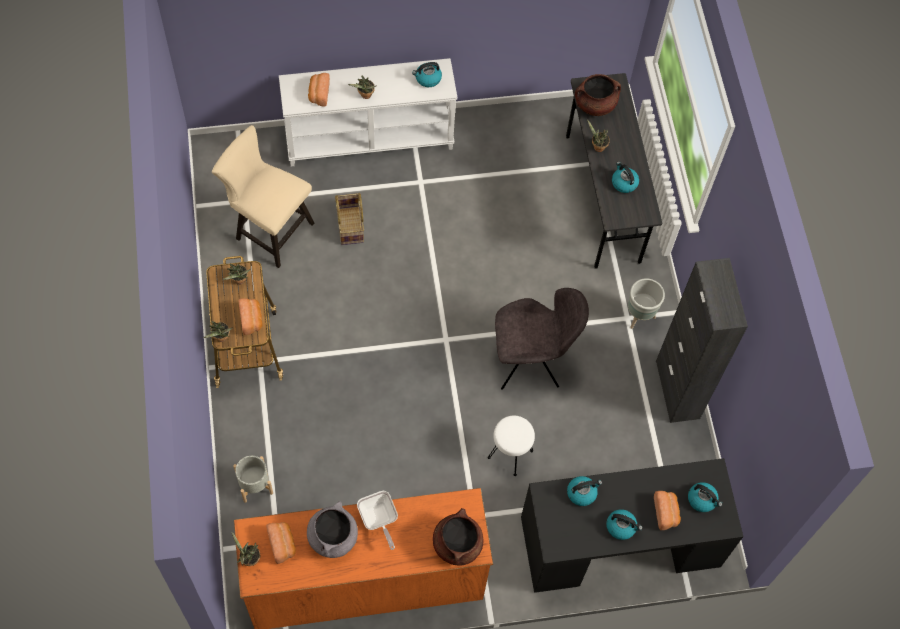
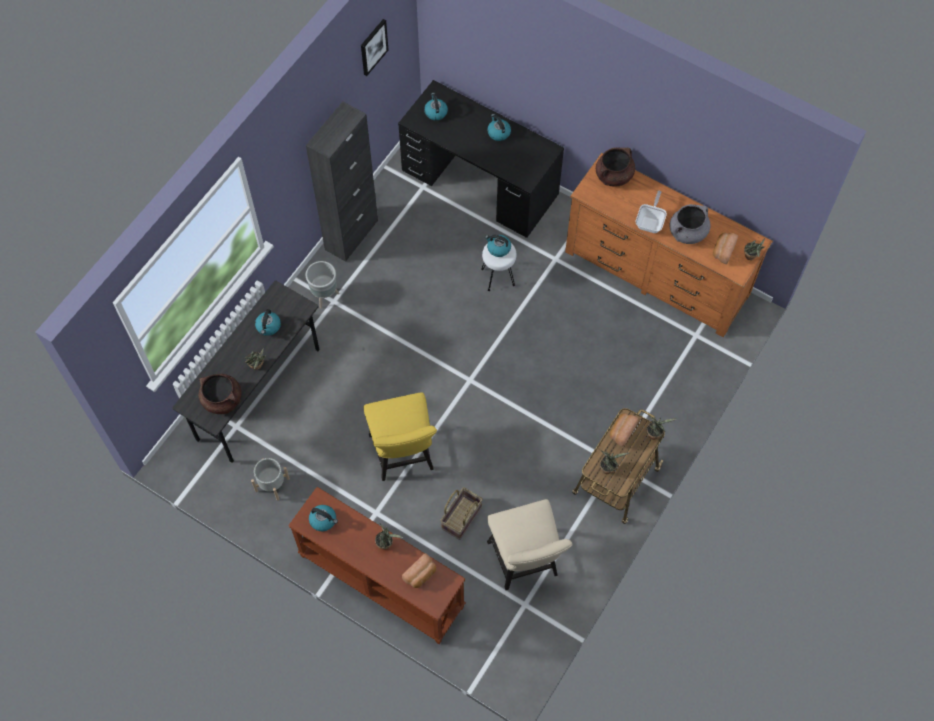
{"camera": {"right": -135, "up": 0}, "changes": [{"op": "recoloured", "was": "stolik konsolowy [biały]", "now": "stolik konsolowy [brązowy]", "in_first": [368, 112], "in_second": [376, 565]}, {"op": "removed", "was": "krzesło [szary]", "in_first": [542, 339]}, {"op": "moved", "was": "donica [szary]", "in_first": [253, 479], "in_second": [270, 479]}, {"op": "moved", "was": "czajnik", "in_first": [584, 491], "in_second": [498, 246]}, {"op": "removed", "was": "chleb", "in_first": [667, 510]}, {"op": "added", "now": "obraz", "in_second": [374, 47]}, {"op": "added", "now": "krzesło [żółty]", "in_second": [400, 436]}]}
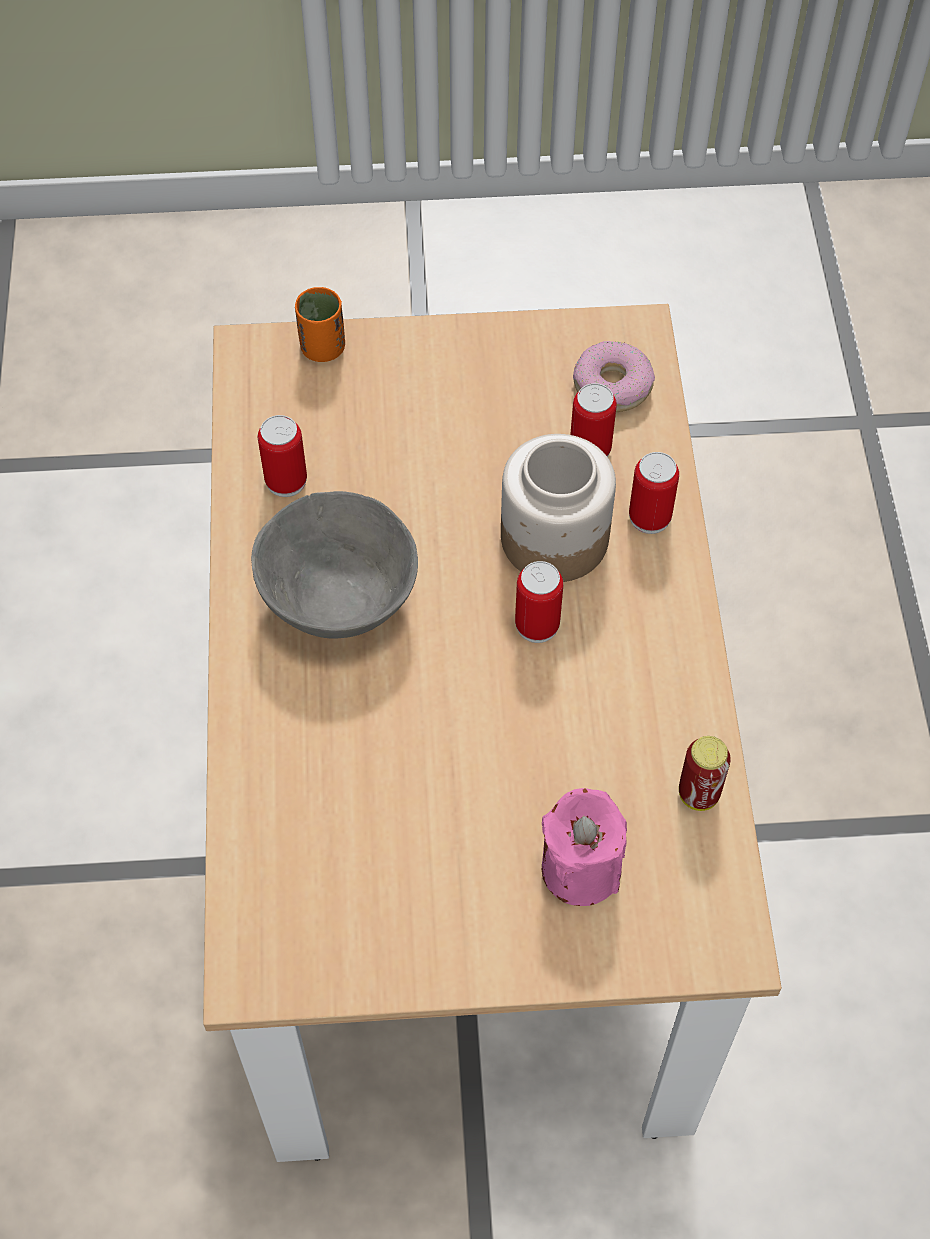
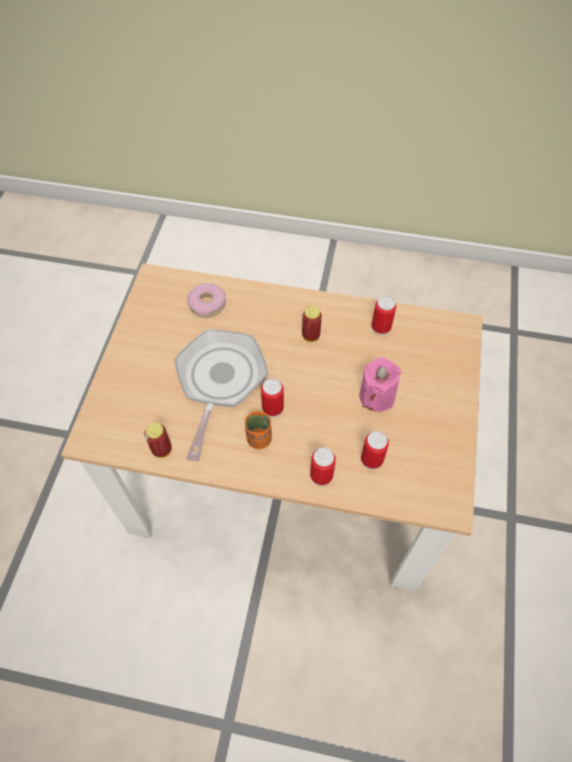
{"camera": {"right": 105, "up": 0}, "changes": [{"op": "moved", "was": "filiżanka [pomarańczowy]", "in_first": [320, 324], "in_second": [258, 430]}, {"op": "moved", "was": "donut", "in_first": [614, 376], "in_second": [206, 300]}, {"op": "removed", "was": "słoik", "in_first": [558, 508]}, {"op": "replaced", "was": "miska [szary]", "now": "puszka", "in_first": [334, 564], "in_second": [312, 324]}, {"op": "moved", "was": "świeca [różowy]", "in_first": [584, 847], "in_second": [380, 384]}, {"op": "added", "now": "patelnia", "in_second": [221, 395]}]}
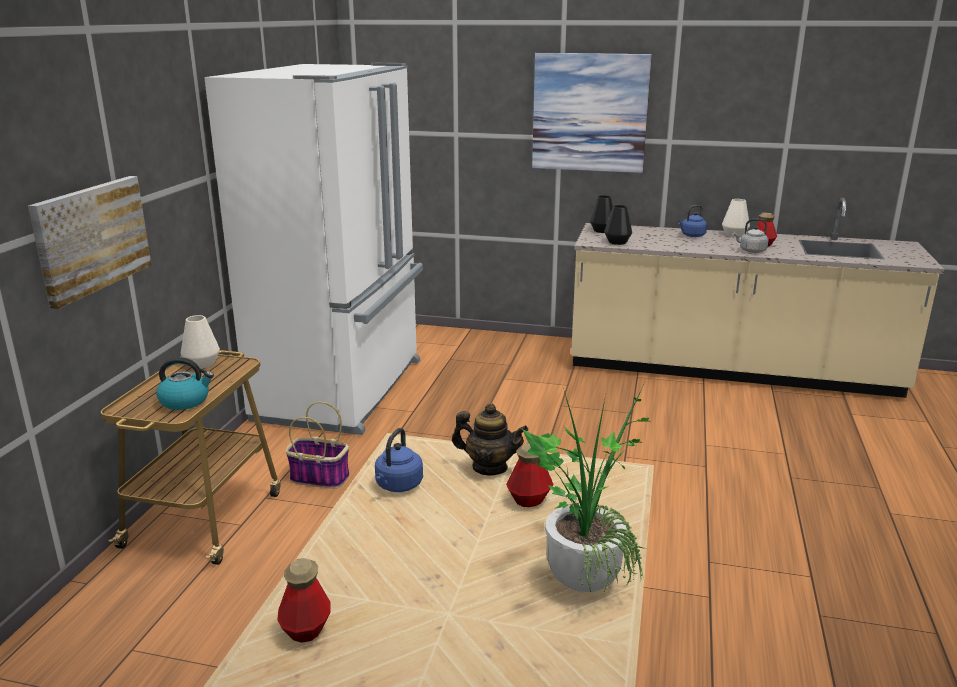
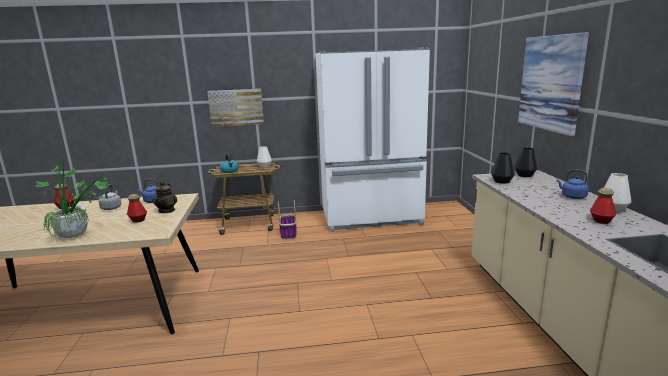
{"camera": {"right": 70, "up": -5}, "changes": [{"op": "moved", "was": "czajnik [szary]", "in_first": [751, 236], "in_second": [110, 197]}]}
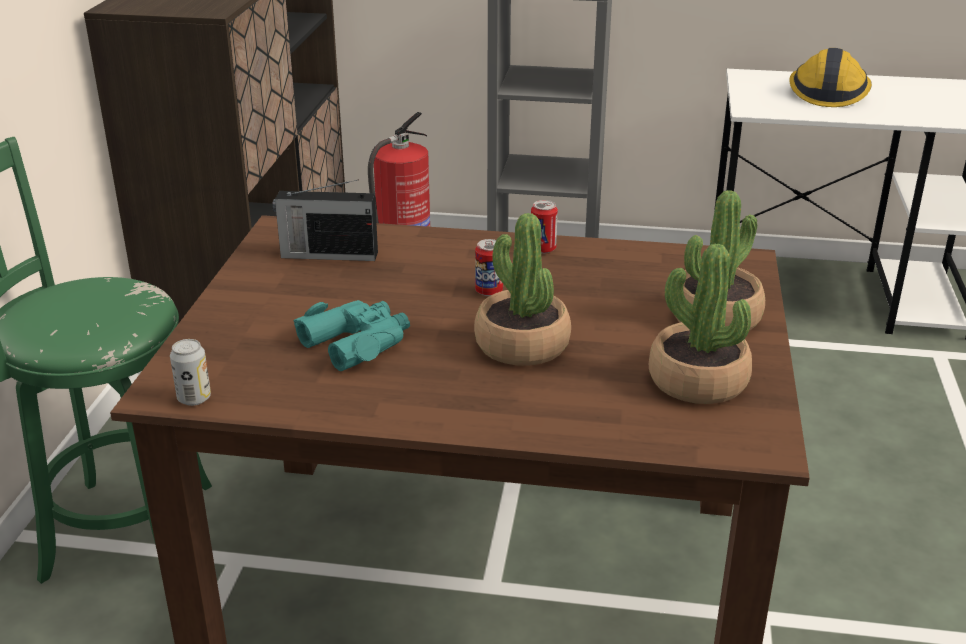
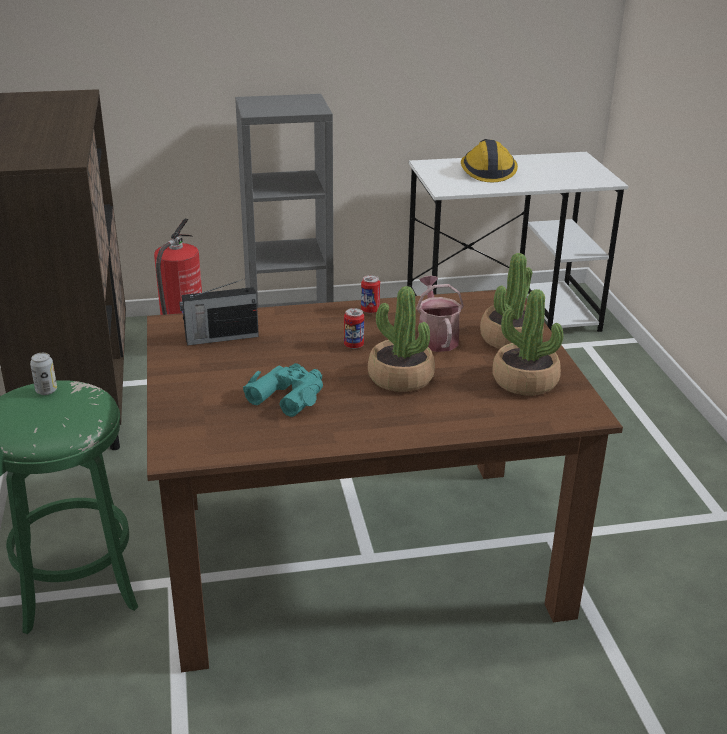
{"camera": {"right": -20, "up": 0}, "changes": [{"op": "moved", "was": "puszka", "in_first": [190, 372], "in_second": [43, 374]}, {"op": "added", "now": "konewka", "in_second": [440, 314]}]}
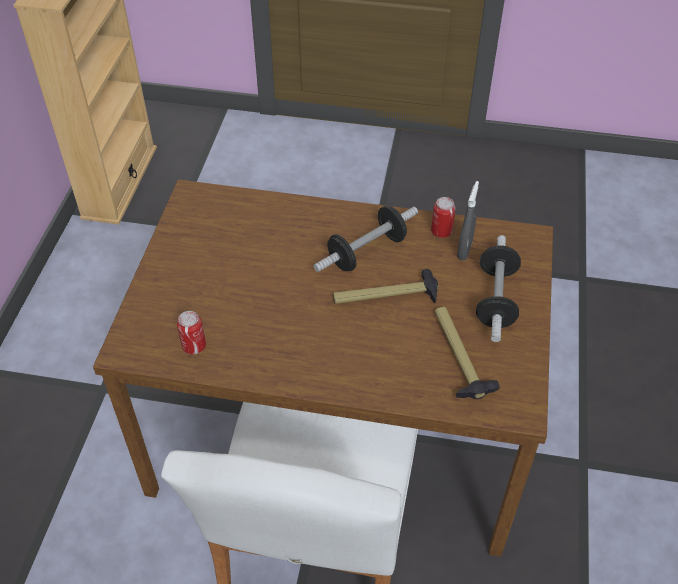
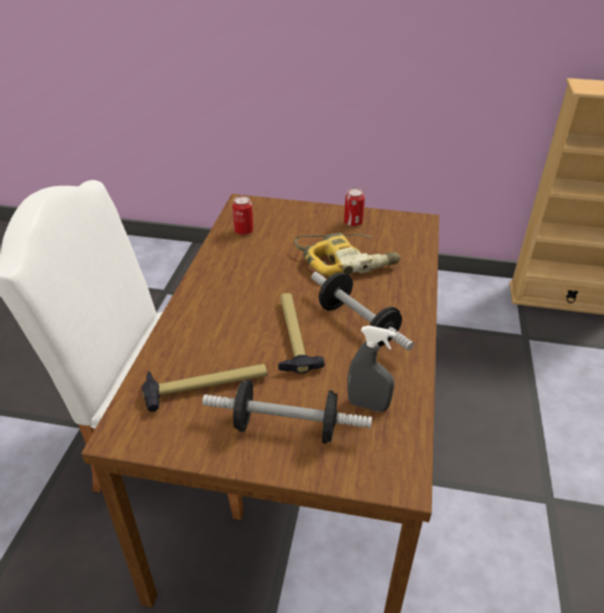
{"camera": {"right": 90, "up": -10}, "changes": [{"op": "moved", "was": "puszka", "in_first": [443, 217], "in_second": [354, 207]}, {"op": "added", "now": "wiertarka", "in_second": [347, 254]}]}
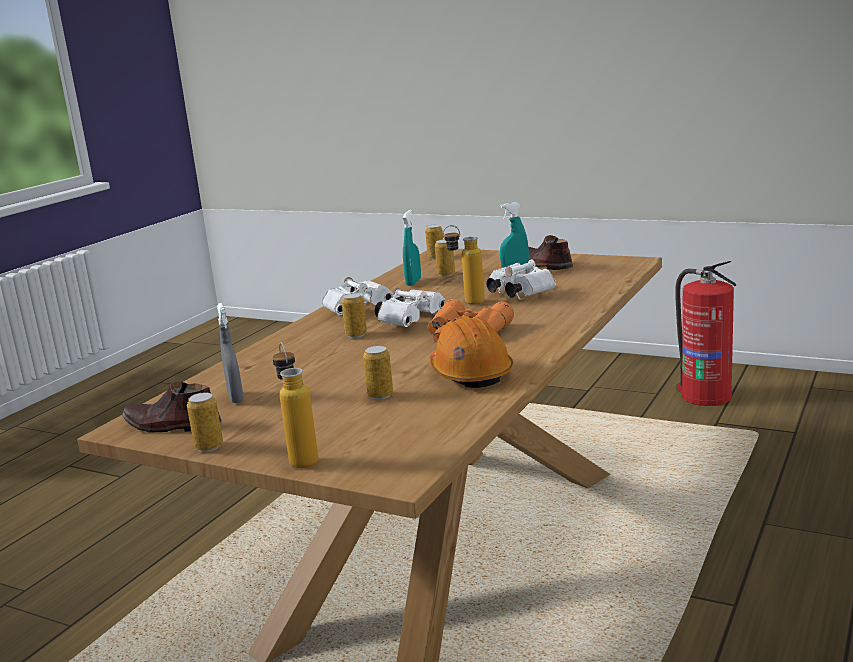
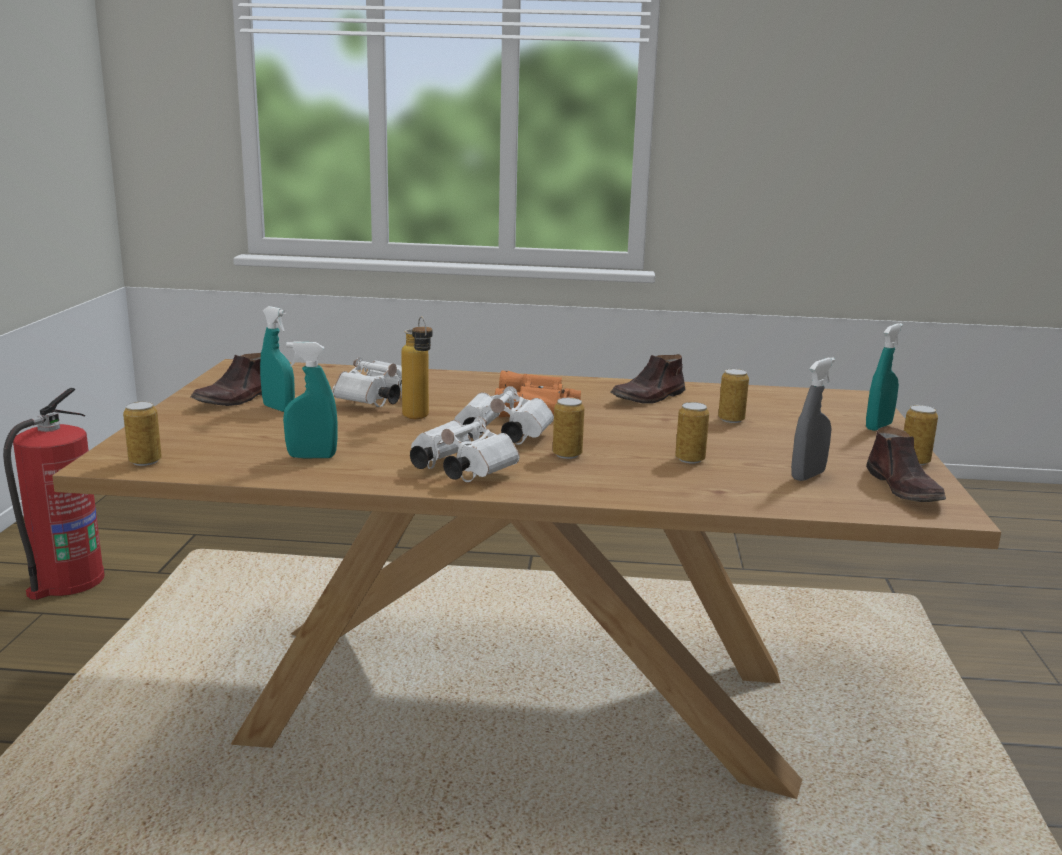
{"camera": {"right": -115, "up": 0}, "changes": [{"op": "moved", "was": "puszka", "in_first": [445, 258], "in_second": [692, 433]}, {"op": "replaced", "was": "kask [pomarańczowy]", "now": "but [brązowy]", "in_first": [471, 352], "in_second": [648, 379]}, {"op": "replaced", "was": "butelka", "now": "spryskiwacz [turkusowy]", "in_first": [295, 405], "in_second": [884, 377]}]}
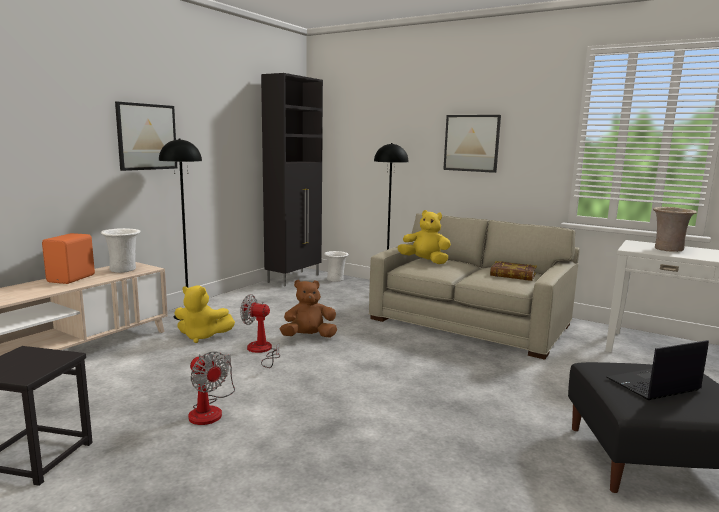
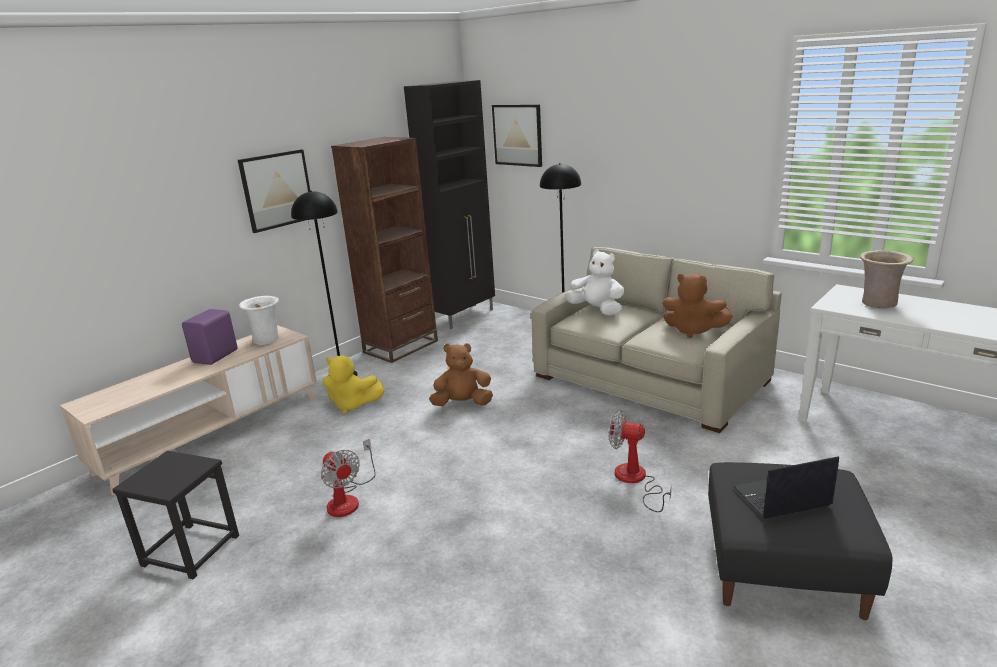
{"camera": {"right": 10, "up": 10}, "changes": [{"op": "moved", "was": "obraz", "in_first": [472, 144], "in_second": [517, 135]}, {"op": "recoloured", "was": "pluszak [żółty]", "now": "pluszak [biały]", "in_first": [424, 237], "in_second": [594, 282]}, {"op": "recoloured", "was": "głośnik [pomarańczowy]", "now": "głośnik [fioletowy]", "in_first": [68, 258], "in_second": [210, 337]}, {"op": "removed", "was": "wazon [biały]", "in_first": [336, 266]}, {"op": "replaced", "was": "książka", "now": "pluszak [brązowy]", "in_first": [513, 271], "in_second": [697, 305]}, {"op": "moved", "was": "wentylator", "in_first": [260, 331], "in_second": [640, 461]}, {"op": "added", "now": "regał [brązowy]", "in_second": [384, 250]}]}
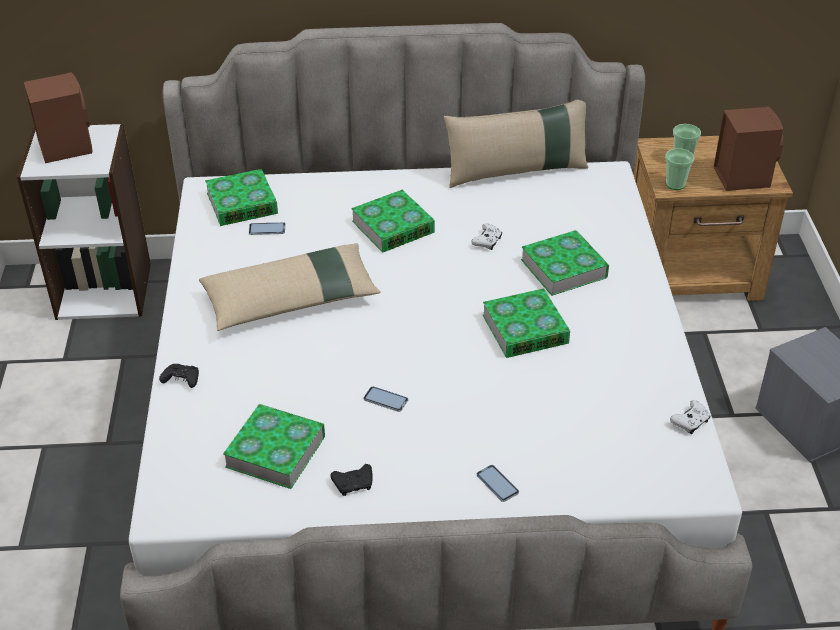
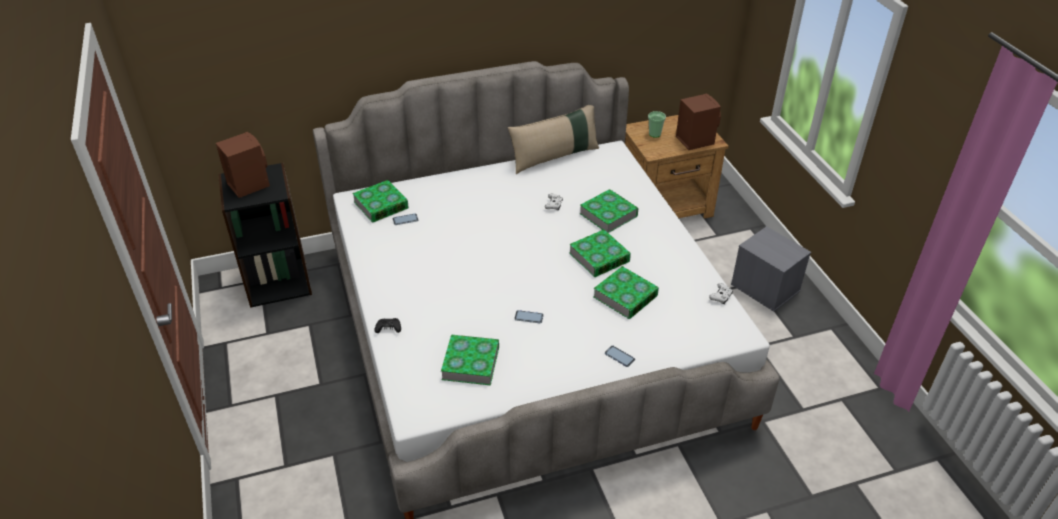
{"camera": {"right": -15, "up": 0}, "changes": [{"op": "recoloured", "was": "regał [biały]", "now": "regał [czarny]", "in_first": [84, 222], "in_second": [265, 235]}, {"op": "removed", "was": "filiżanka", "in_first": [679, 169]}, {"op": "moved", "was": "książka", "in_first": [393, 221], "in_second": [626, 292]}, {"op": "removed", "was": "poduszka [beżowy]", "in_first": [290, 287]}, {"op": "removed", "was": "pad do gier [czarny]", "in_first": [351, 480]}]}
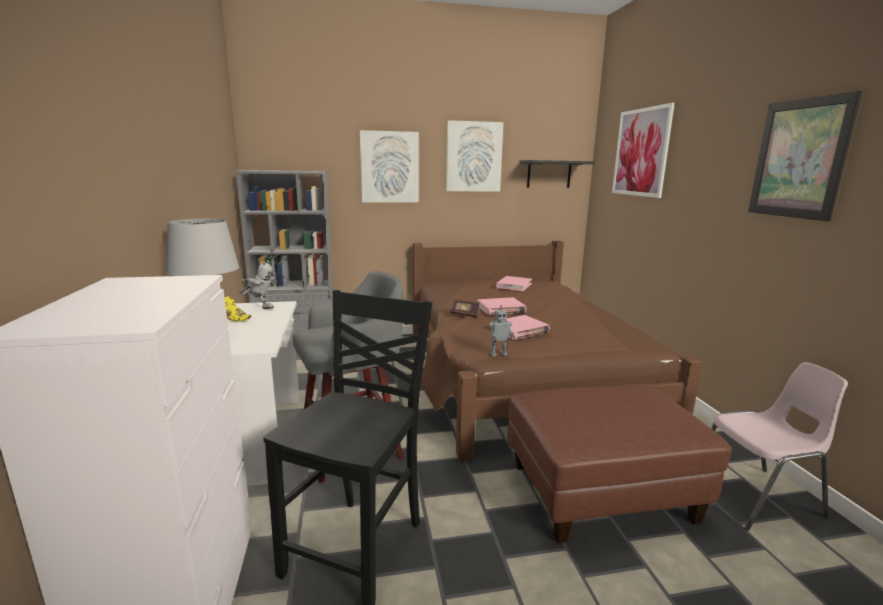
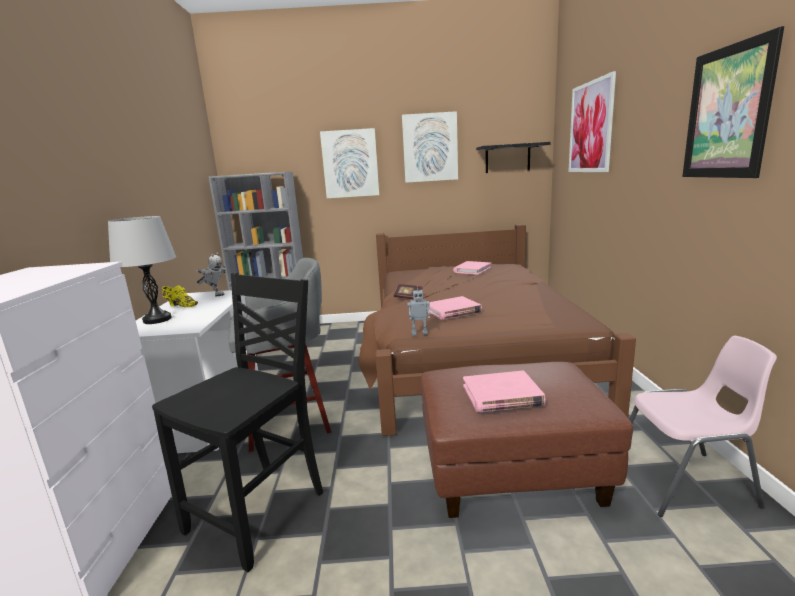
{"camera": {"right": 10, "up": 0}, "changes": [{"op": "moved", "was": "książka [różowy]", "in_first": [501, 306], "in_second": [504, 391]}]}
